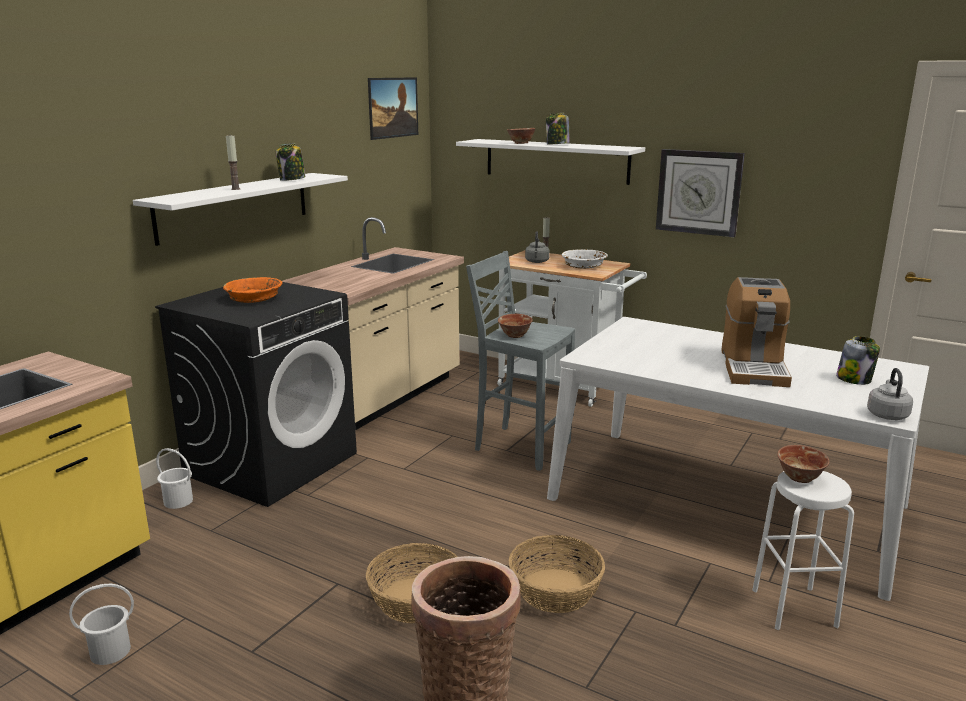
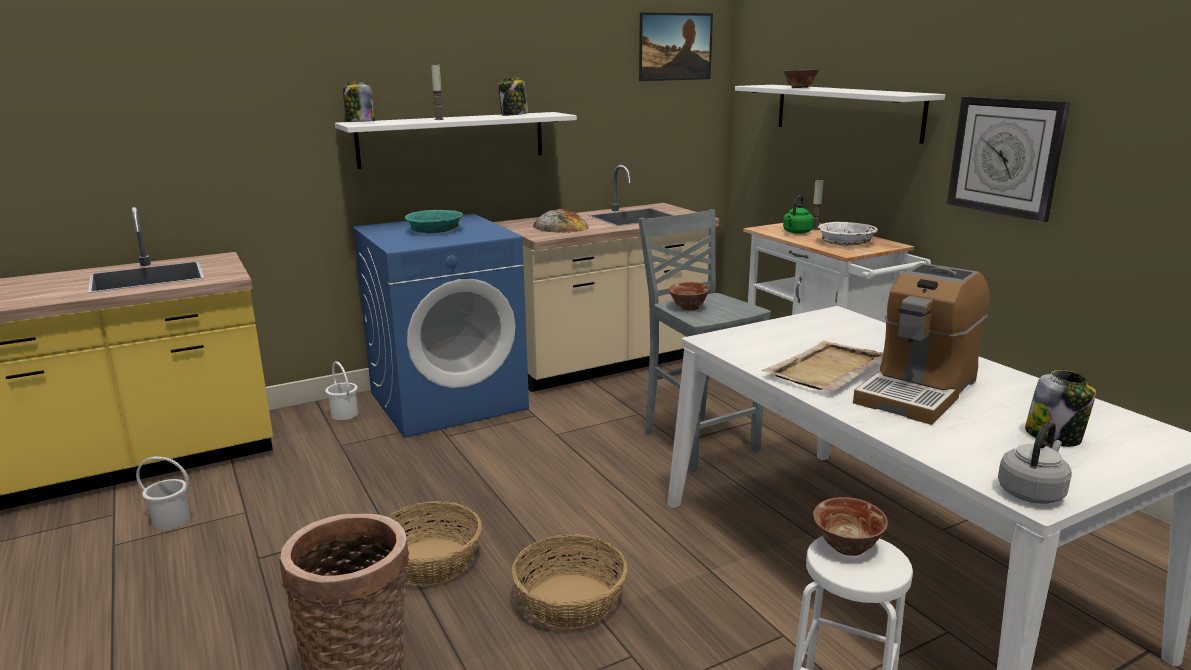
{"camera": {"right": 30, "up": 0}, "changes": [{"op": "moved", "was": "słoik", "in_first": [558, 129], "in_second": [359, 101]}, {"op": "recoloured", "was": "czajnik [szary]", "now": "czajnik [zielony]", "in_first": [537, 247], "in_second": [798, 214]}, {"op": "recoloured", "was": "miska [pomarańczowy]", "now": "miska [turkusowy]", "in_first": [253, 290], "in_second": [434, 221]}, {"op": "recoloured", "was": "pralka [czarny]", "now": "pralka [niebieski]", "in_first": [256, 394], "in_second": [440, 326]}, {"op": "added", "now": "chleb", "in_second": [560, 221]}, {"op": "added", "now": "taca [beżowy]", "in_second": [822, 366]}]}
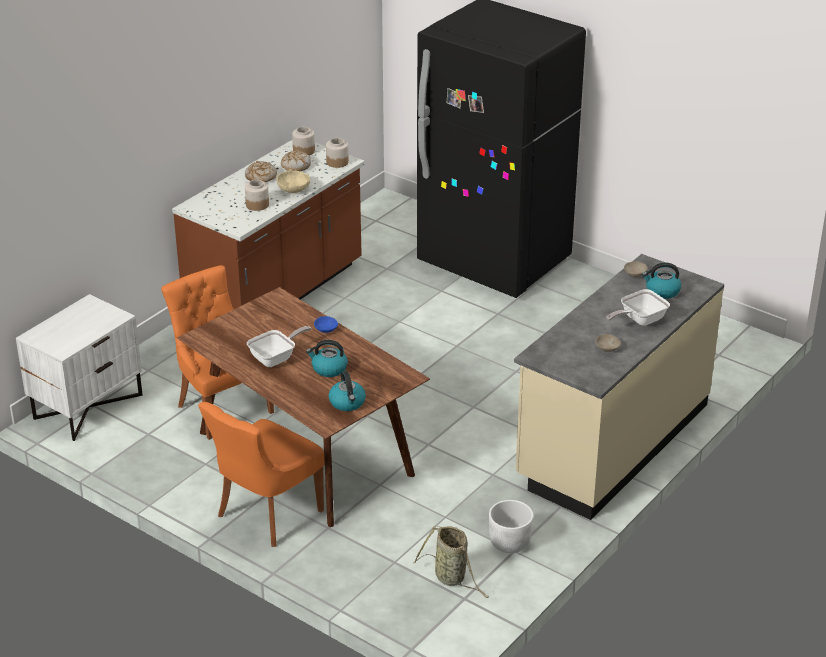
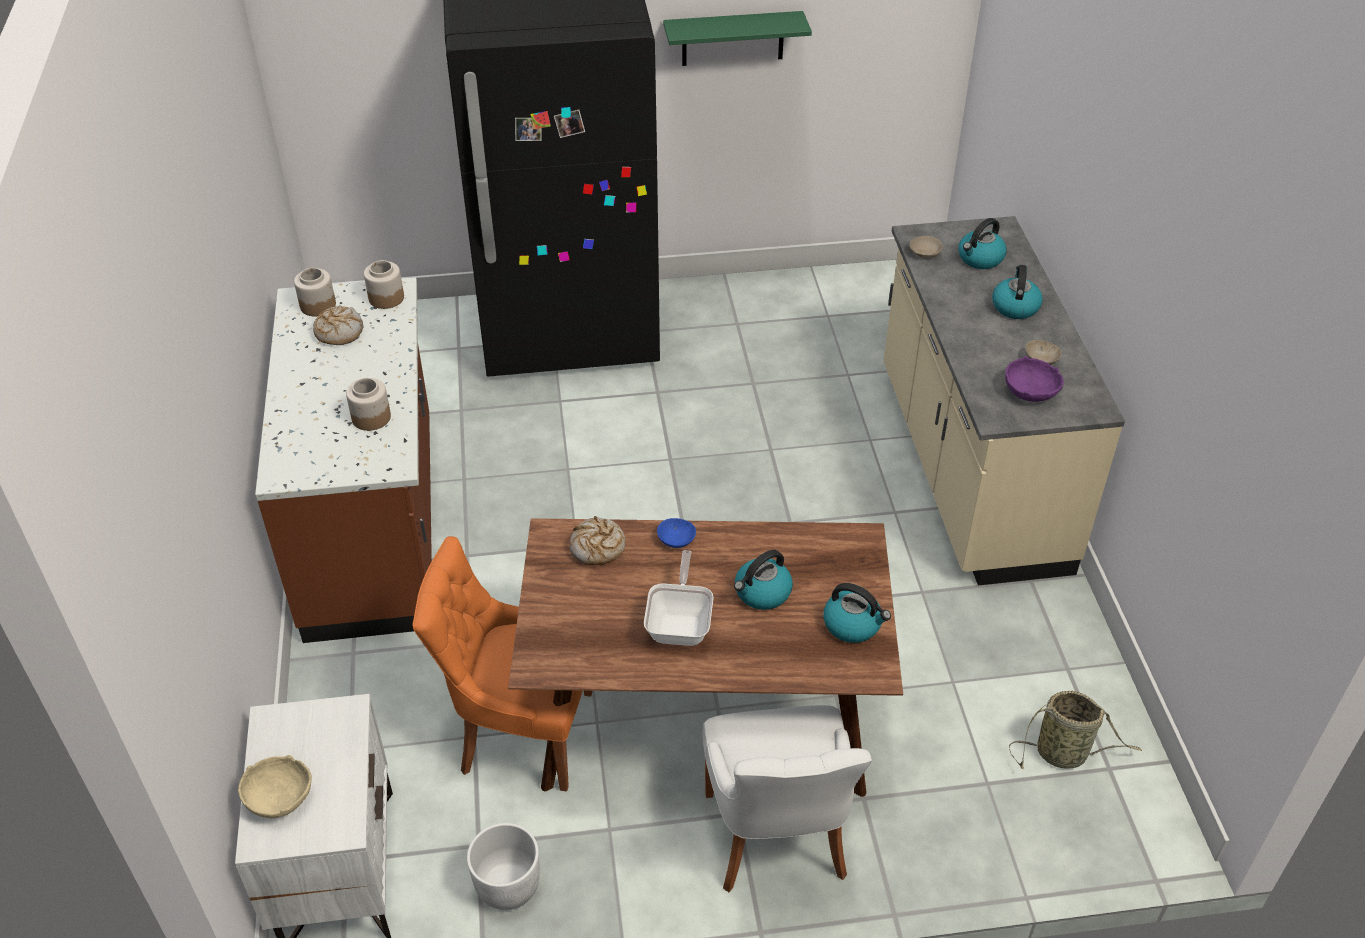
{"camera": {"right": -45, "up": 10}, "changes": [{"op": "moved", "was": "chleb", "in_first": [261, 171], "in_second": [597, 540]}, {"op": "moved", "was": "miska [beżowy]", "in_first": [293, 181], "in_second": [275, 786]}, {"op": "replaced", "was": "patelnia", "now": "czajnik", "in_first": [638, 307], "in_second": [1017, 292]}, {"op": "recoloured", "was": "krzesło [pomarańczowy]", "now": "krzesło [biały]", "in_first": [261, 474], "in_second": [787, 798]}, {"op": "moved", "was": "donica [biały]", "in_first": [511, 526], "in_second": [503, 866]}, {"op": "added", "now": "półka [zielony]", "in_second": [737, 38]}, {"op": "added", "now": "miska [fioletowy]", "in_second": [1034, 379]}]}
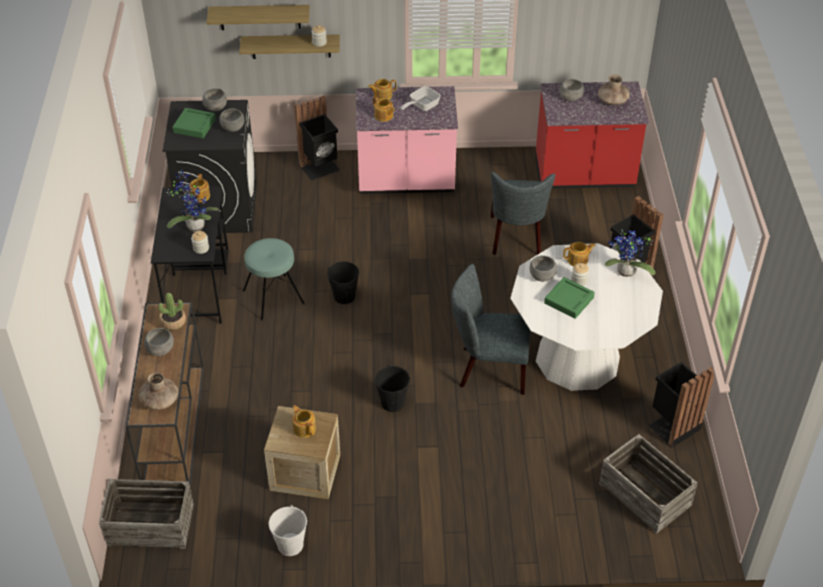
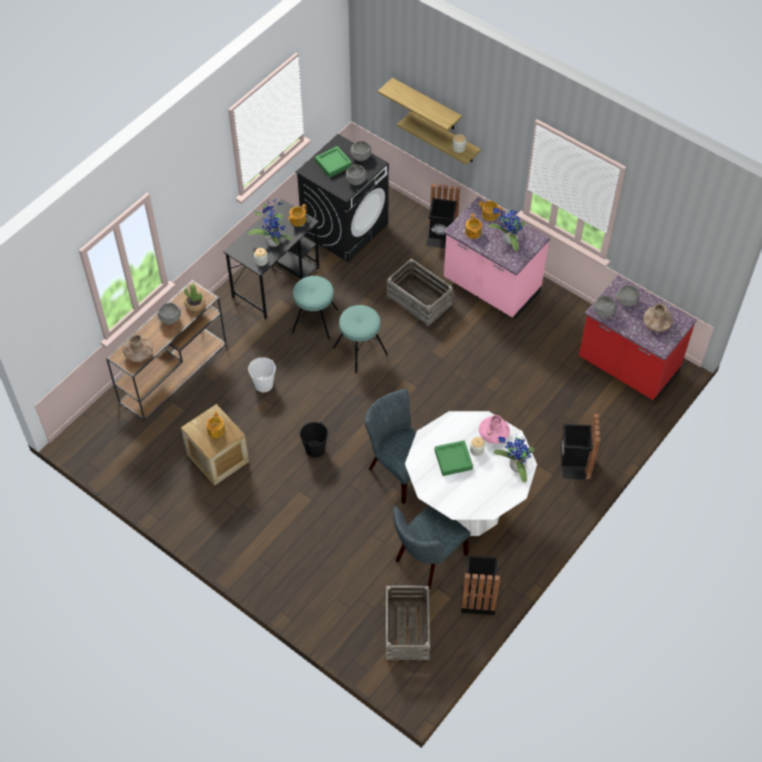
{"camera": {"right": 40, "up": 10}, "changes": [{"op": "replaced", "was": "patelnia", "now": "roślina doniczkowa", "in_first": [421, 98], "in_second": [507, 229]}, {"op": "moved", "was": "krzesło [szary]", "in_first": [523, 213], "in_second": [432, 547]}, {"op": "replaced", "was": "imbryk", "now": "wazon [różowy]", "in_first": [579, 254], "in_second": [494, 429]}, {"op": "moved", "was": "miska [szary]", "in_first": [543, 268], "in_second": [605, 306]}, {"op": "replaced", "was": "wiadro [czarny]", "now": "stołek [turkusowy]", "in_first": [343, 283], "in_second": [360, 339]}, {"op": "moved", "was": "skrzynka", "in_first": [146, 514], "in_second": [420, 292]}, {"op": "moved", "was": "wiadro [biały]", "in_first": [288, 530], "in_second": [262, 374]}]}
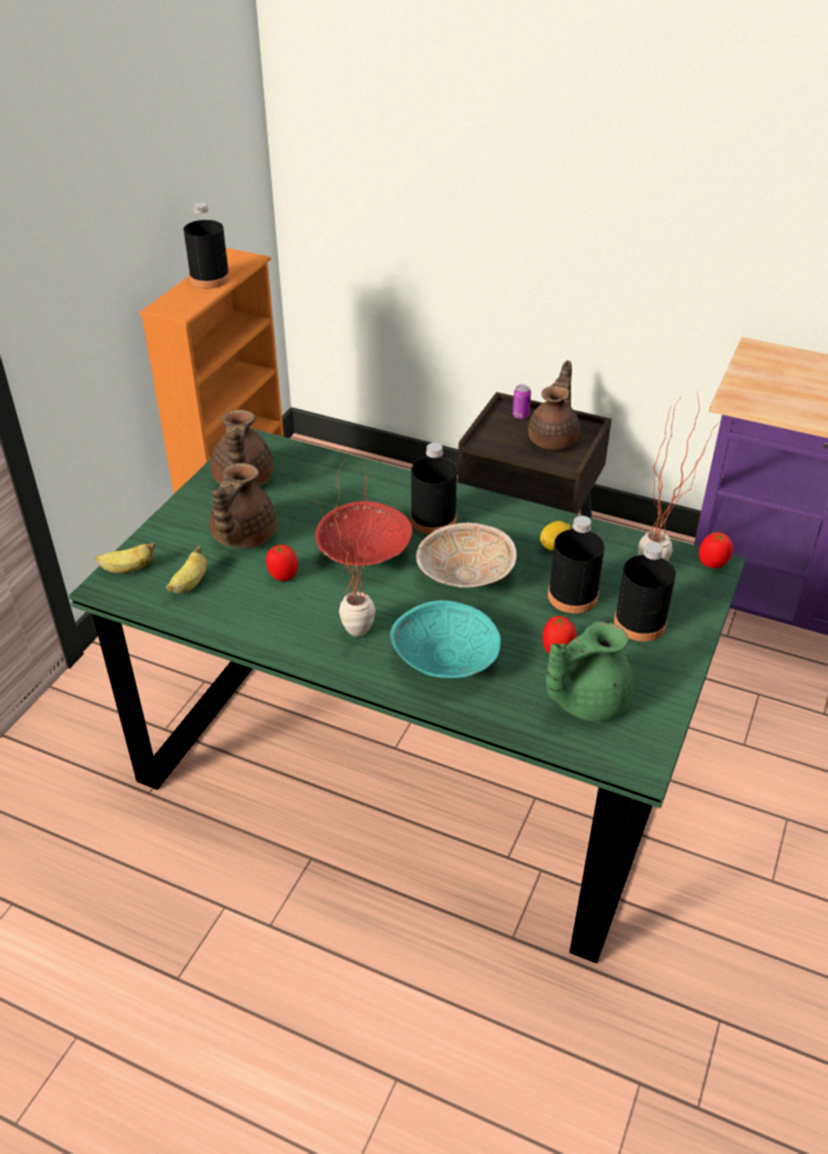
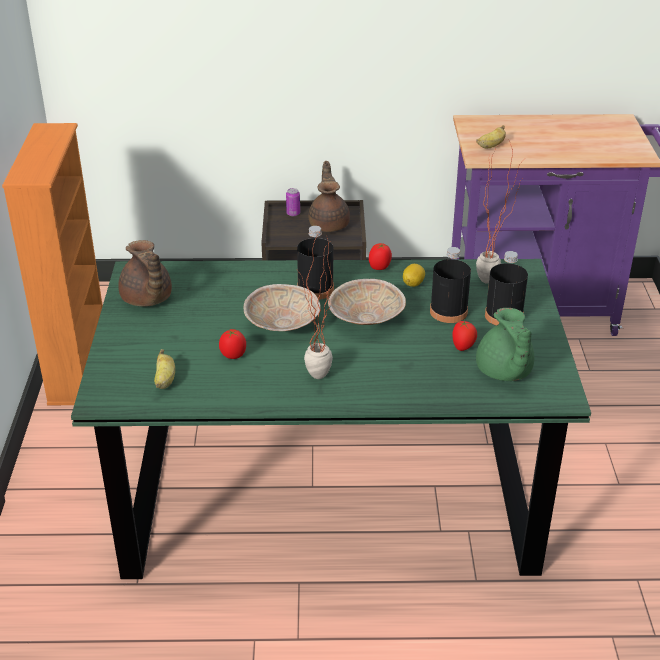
{"camera": {"right": -25, "up": -5}, "changes": [{"op": "removed", "was": "butelka [czarny]", "in_first": [206, 245]}, {"op": "removed", "was": "imbryk [brązowy]", "in_first": [243, 506]}, {"op": "recoloured", "was": "miska [czerwony]", "now": "miska [beżowy]", "in_first": [363, 533], "in_second": [282, 307]}, {"op": "moved", "was": "pomidor", "in_first": [716, 550], "in_second": [380, 256]}, {"op": "moved", "was": "banan", "in_first": [124, 557], "in_second": [491, 136]}, {"op": "removed", "was": "miska [turkusowy]", "in_first": [445, 639]}, {"op": "turned", "was": "imbryk [zielony]", "in_first": [590, 671], "in_second": [505, 344], "clockwise": -45}]}
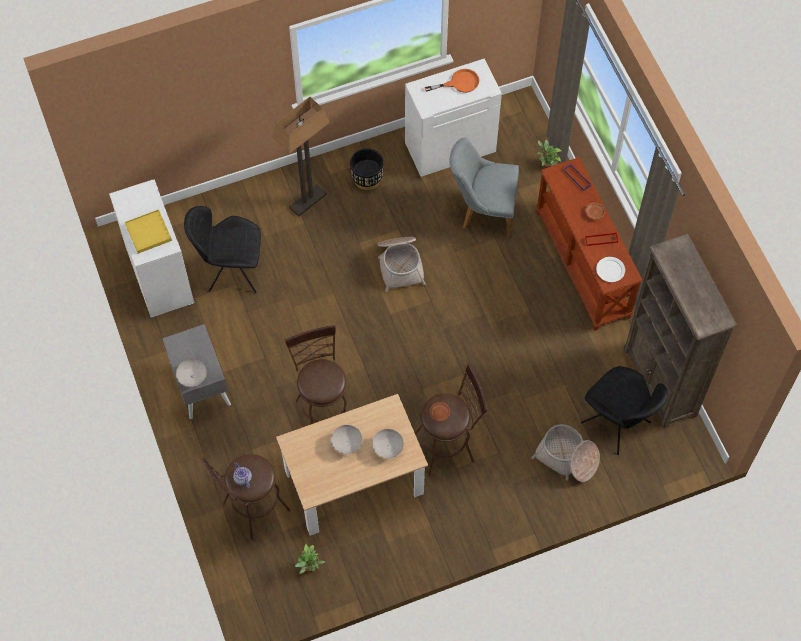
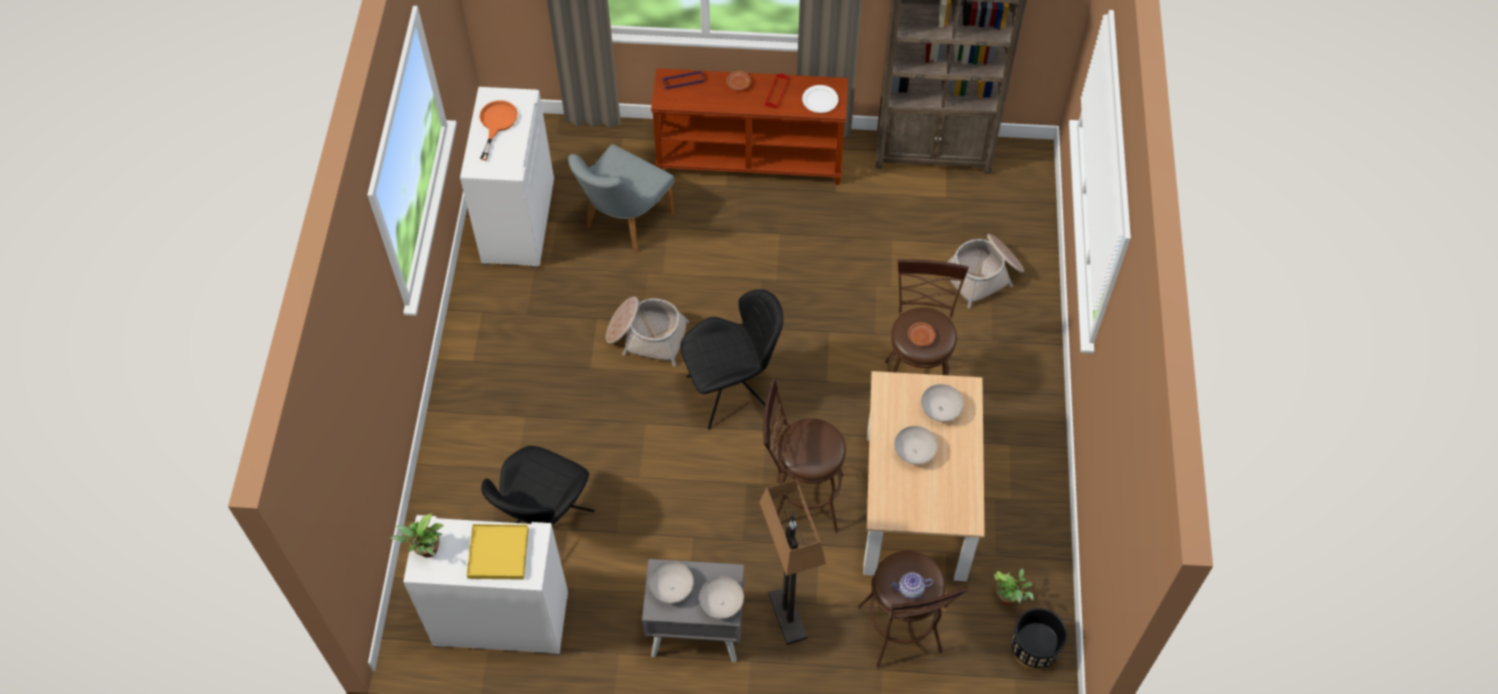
{"camera": {"right": -65, "up": -5}, "changes": [{"op": "moved", "was": "lampa stojąca", "in_first": [300, 157], "in_second": [792, 562]}, {"op": "moved", "was": "roślina doniczkowa", "in_first": [549, 154], "in_second": [417, 535]}, {"op": "moved", "was": "donica [czarny]", "in_first": [366, 169], "in_second": [1039, 639]}, {"op": "moved", "was": "krzesło [czarny]", "in_first": [624, 410], "in_second": [731, 359]}, {"op": "added", "now": "miska [biały]", "in_second": [671, 582]}]}
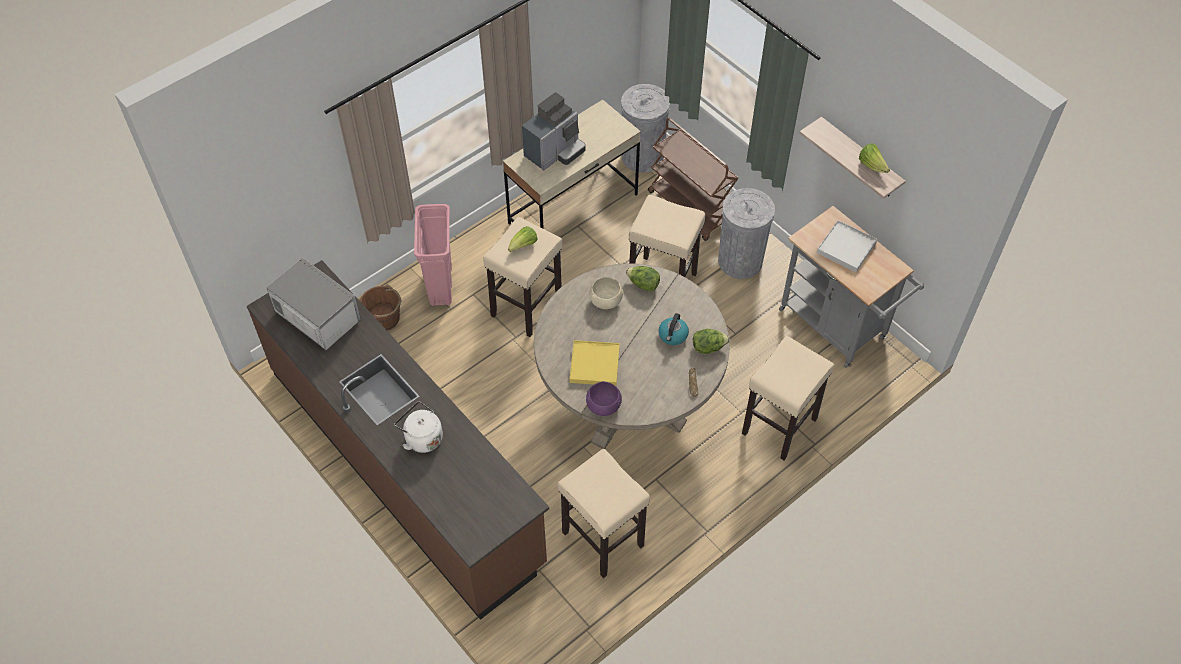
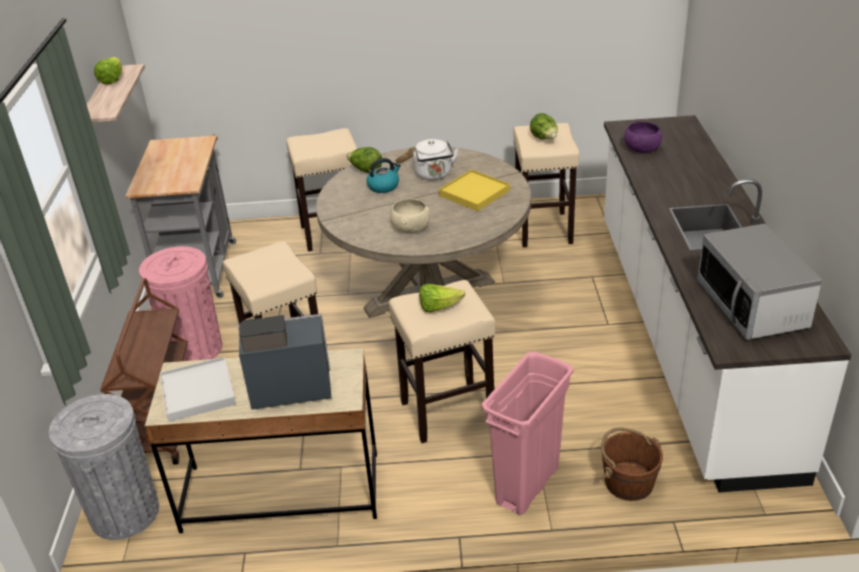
{"camera": {"right": -140, "up": -20}, "changes": [{"op": "recoloured", "was": "kosz na śmieci [szary]", "now": "kosz na śmieci [różowy]", "in_first": [746, 233], "in_second": [180, 303]}, {"op": "moved", "was": "taca [biały]", "in_first": [847, 246], "in_second": [198, 389]}, {"op": "recoloured", "was": "zabudowa kuchenna [brązowy]", "now": "zabudowa kuchenna [biały]", "in_first": [398, 440], "in_second": [728, 303]}, {"op": "moved", "was": "sałata", "in_first": [643, 279], "in_second": [544, 126]}, {"op": "moved", "was": "miska [fioletowy]", "in_first": [604, 398], "in_second": [643, 137]}, {"op": "moved", "was": "czajnik [biały]", "in_first": [419, 427], "in_second": [435, 159]}]}
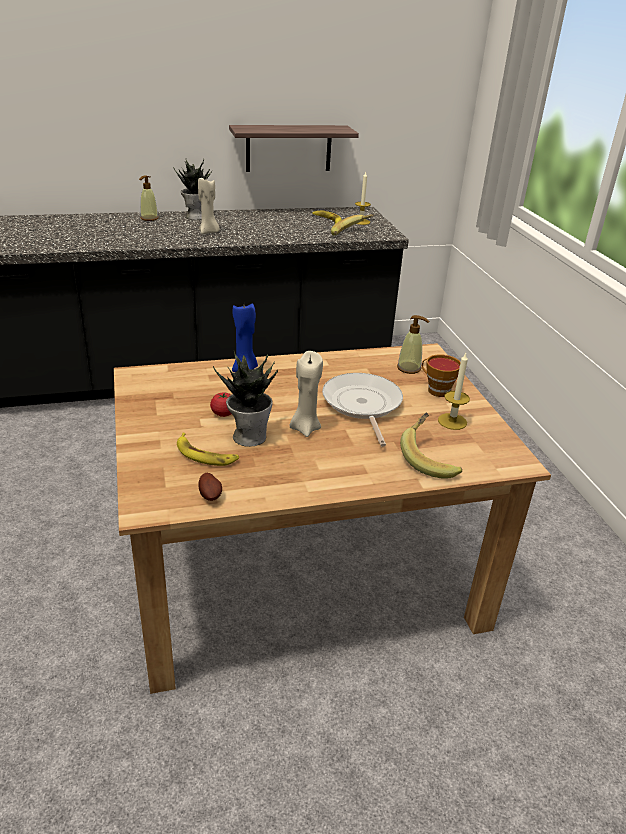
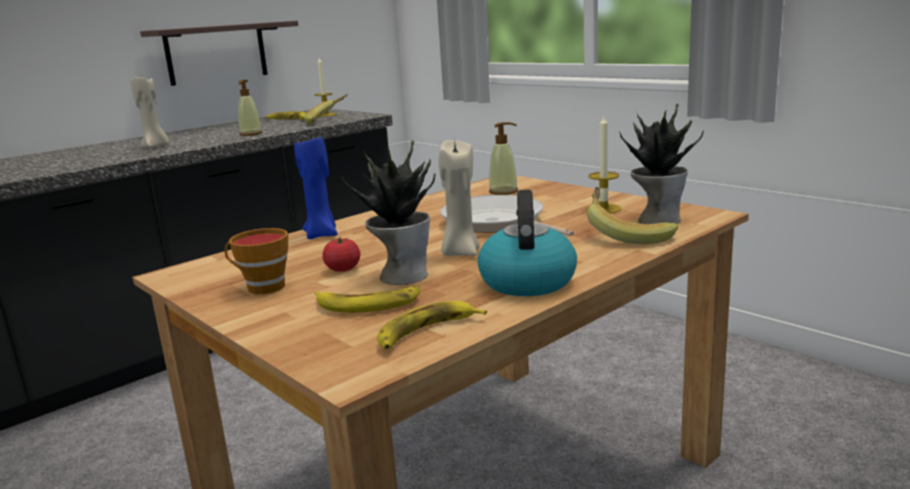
{"camera": {"right": -25, "up": -15}, "changes": [{"op": "moved", "was": "roślina doniczkowa", "in_first": [192, 189], "in_second": [662, 164]}, {"op": "moved", "was": "dozownik mydła", "in_first": [148, 198], "in_second": [250, 108]}, {"op": "moved", "was": "filiżanka", "in_first": [441, 375], "in_second": [256, 261]}, {"op": "replaced", "was": "ziemniak", "now": "banan", "in_first": [210, 487], "in_second": [432, 325]}, {"op": "added", "now": "czajnik", "in_second": [527, 243]}]}
